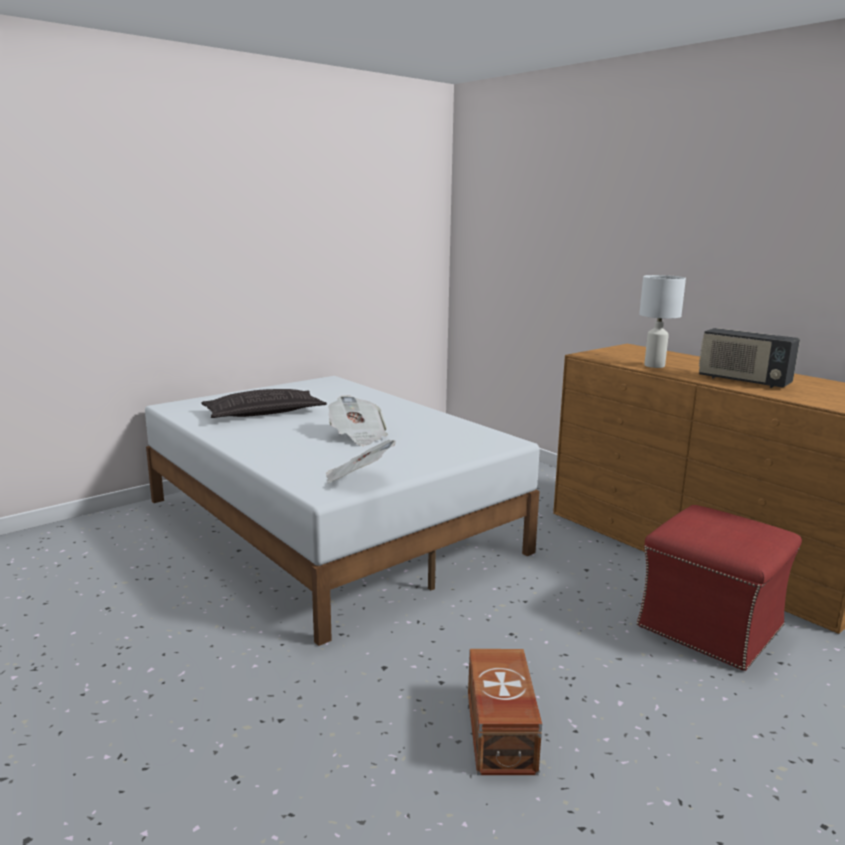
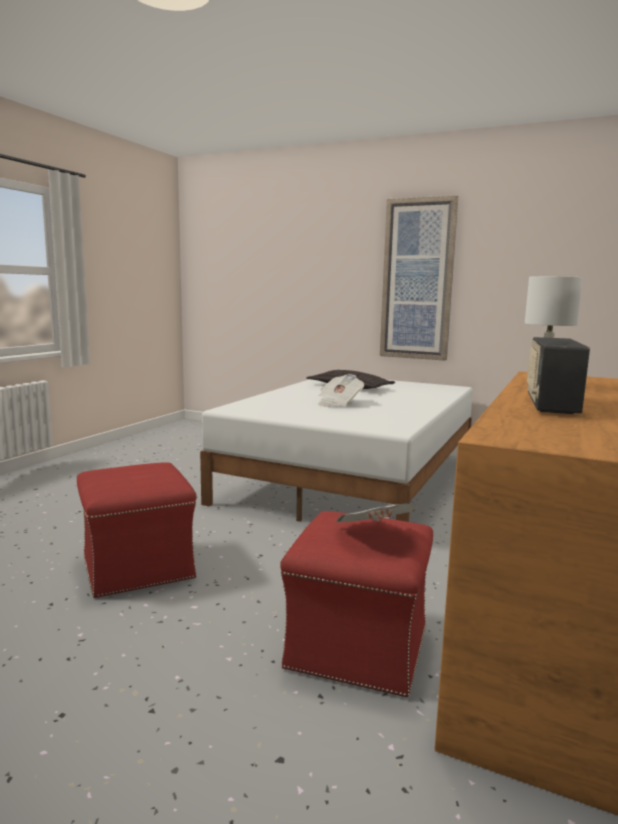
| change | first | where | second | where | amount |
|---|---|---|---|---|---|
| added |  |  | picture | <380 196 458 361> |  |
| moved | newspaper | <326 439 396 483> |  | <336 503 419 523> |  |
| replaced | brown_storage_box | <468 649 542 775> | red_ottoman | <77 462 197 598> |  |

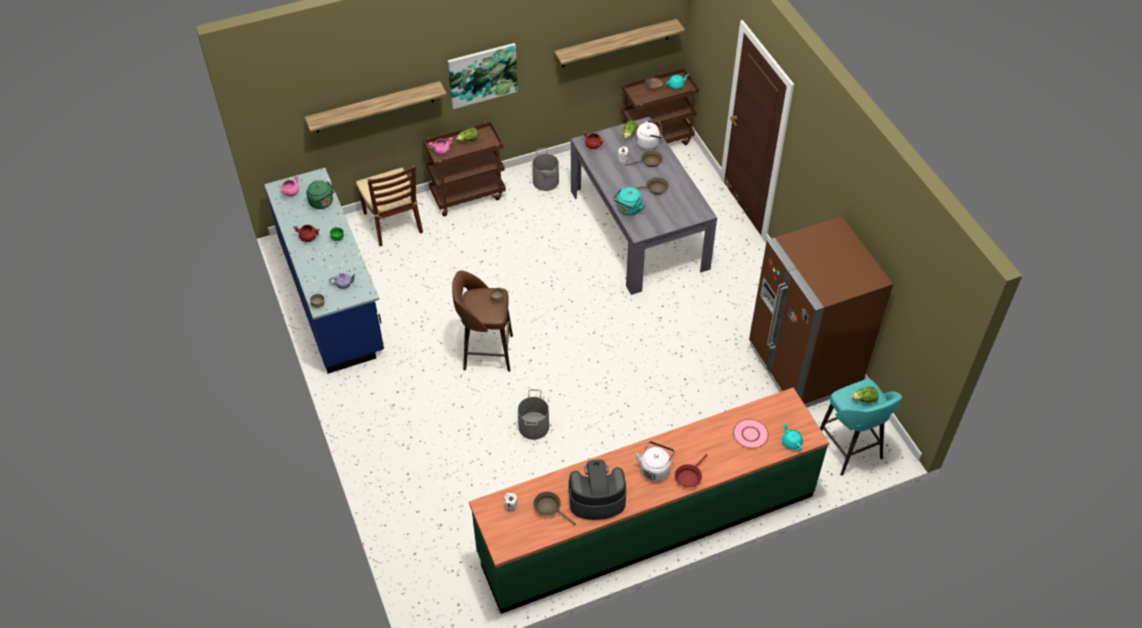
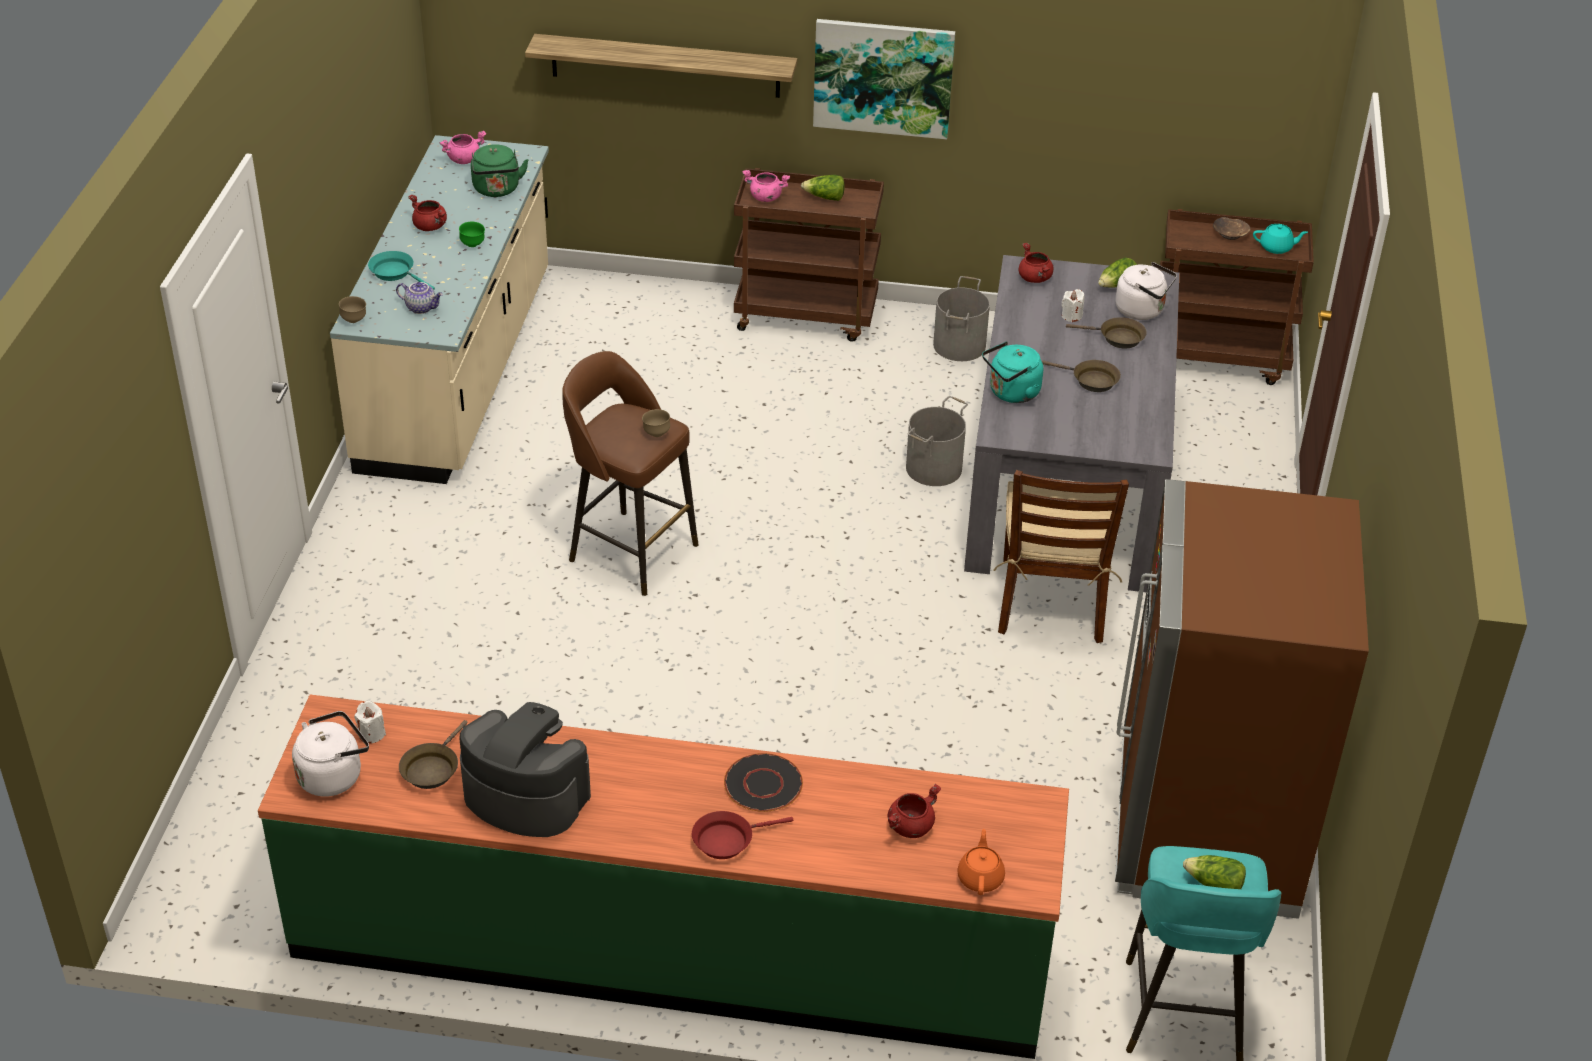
| change | first | where | second | where | amount |
|---|---|---|---|---|---|
| removed | shelf | <554 19 685 67> |  |  |  |
| added |  |  | turquoise_frying_pan | <368 251 435 290> |  |
| added |  |  | black_plate | <724 753 803 812> |  |
| moved | brown_chair | <356 165 423 246> |  | <993 470 1129 643> |  |
| moved | grey_bucket | <518 389 549 440> |  | <906 396 968 486> |  |
| moved | white_kettle | <635 441 675 481> |  | <292 711 369 797> |  |
| replaced | pink_plate | <733 419 769 449> | red_cooking_pot | <888 784 941 838> |  |
| recoloured | blue_counter | <264 168 384 374> | beige_counter | <330 135 549 484> |  |
| recoloured | turquoise_teapot | <782 423 803 451> | orange_teapot | <957 829 1005 895> |  |
| turned | brown_frying_pan | <533 492 576 525> |  | <399 720 467 789> | 135 degrees counterclockwise |

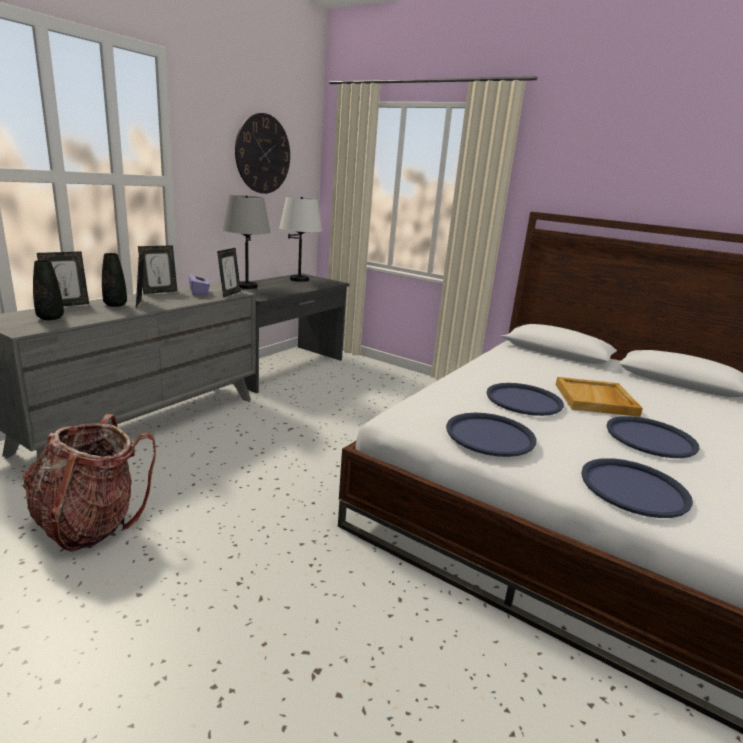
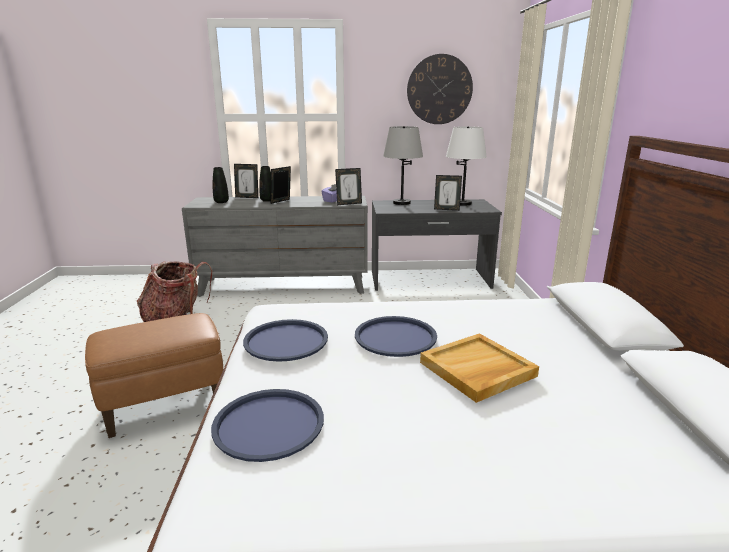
| change | first | where | second | where | amount |
|---|---|---|---|---|---|
| removed | blue_tray | <607 416 700 458> |  |  |  |
| added |  |  | brown_ottoman | <85 313 224 438> |  |
| moved | picture_frame | <138 245 177 294> |  | <434 175 462 211> |  |

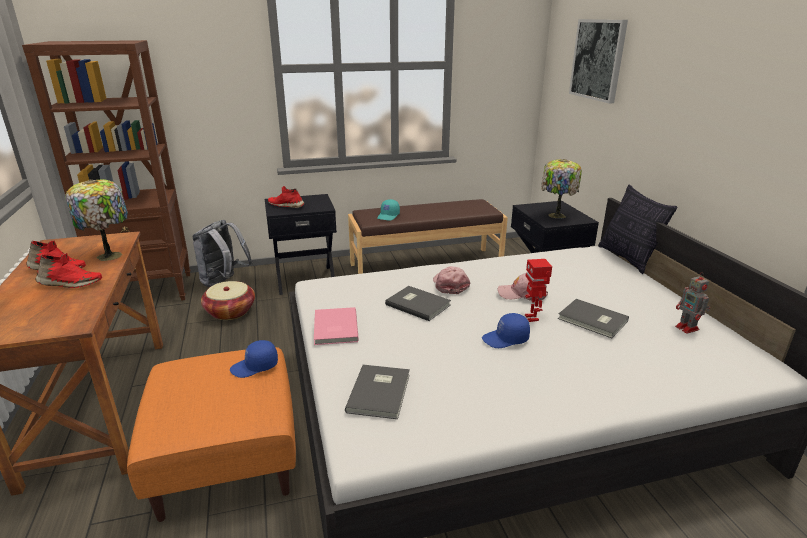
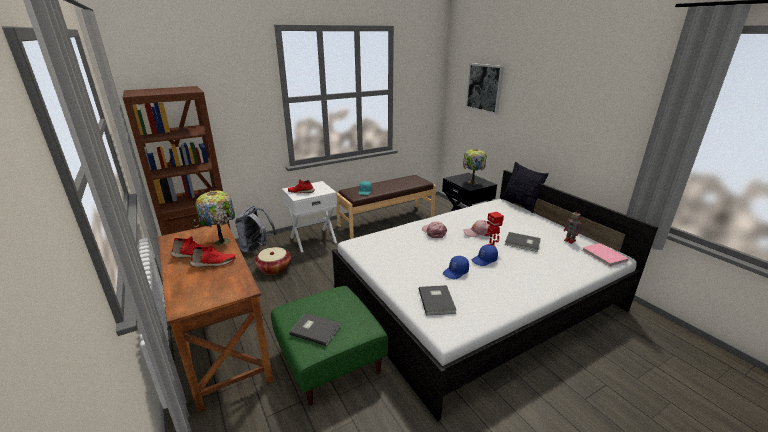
| change | first | where | second | where | amount |
|---|---|---|---|---|---|
| moved | blue_cap | <230 340 278 378> |  | <443 256 469 280> |  |
| moved | pink_book | <314 307 359 345> |  | <582 243 629 267> |  |
| moved | grey_book | <385 286 451 321> |  | <289 313 341 346> |  |
| recoloured | orange_ottoman | <127 347 296 522> | green_ottoman | <271 286 388 406> |  |
| recoloured | black_nightstand | <265 194 337 295> | white_nightstand | <282 181 337 253> |  |

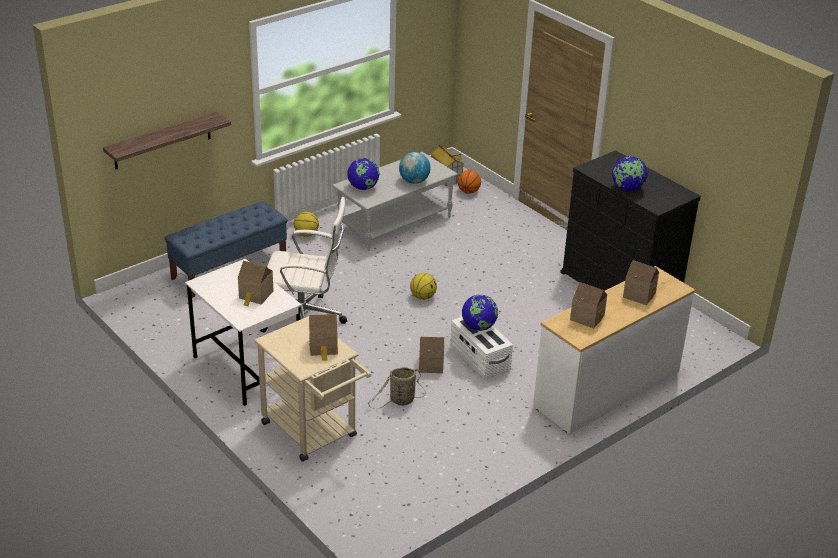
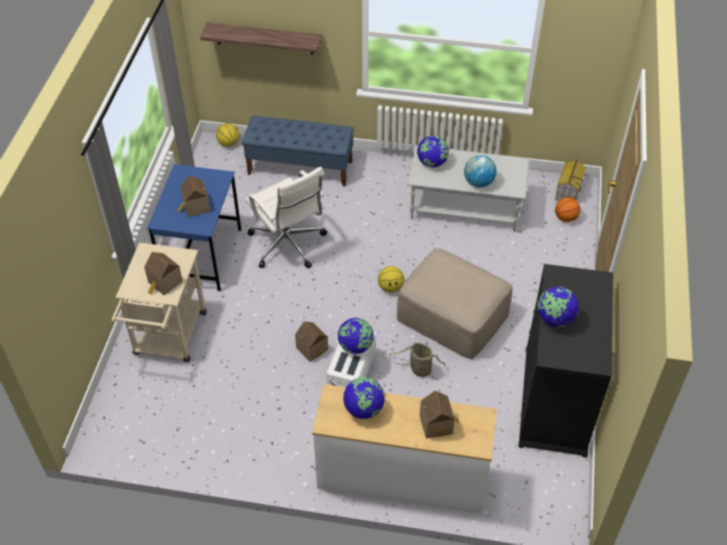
| change | first | where | second | where | amount |
|---|---|---|---|---|---|
| added |  |  | beige_ottoman | <397 248 512 359> |  |
| moved | basketball | <294 212 319 237> |  | <216 123 239 147> |  |
| moved | basket | <367 367 426 409> |  | <389 342 445 379> |  |
| replaced | toy_house | <570 282 607 328> | globe | <343 377 385 419> |  |
| recoloured | white_desk | <185 259 302 406> | blue_desk | <147 164 241 291> |  |

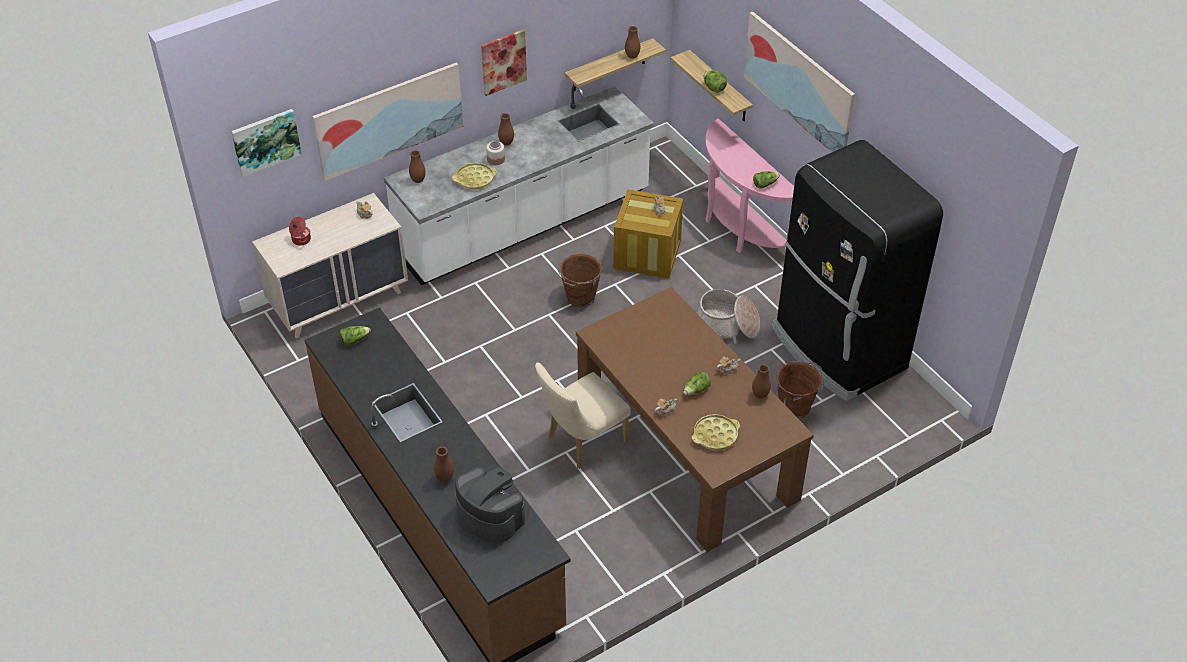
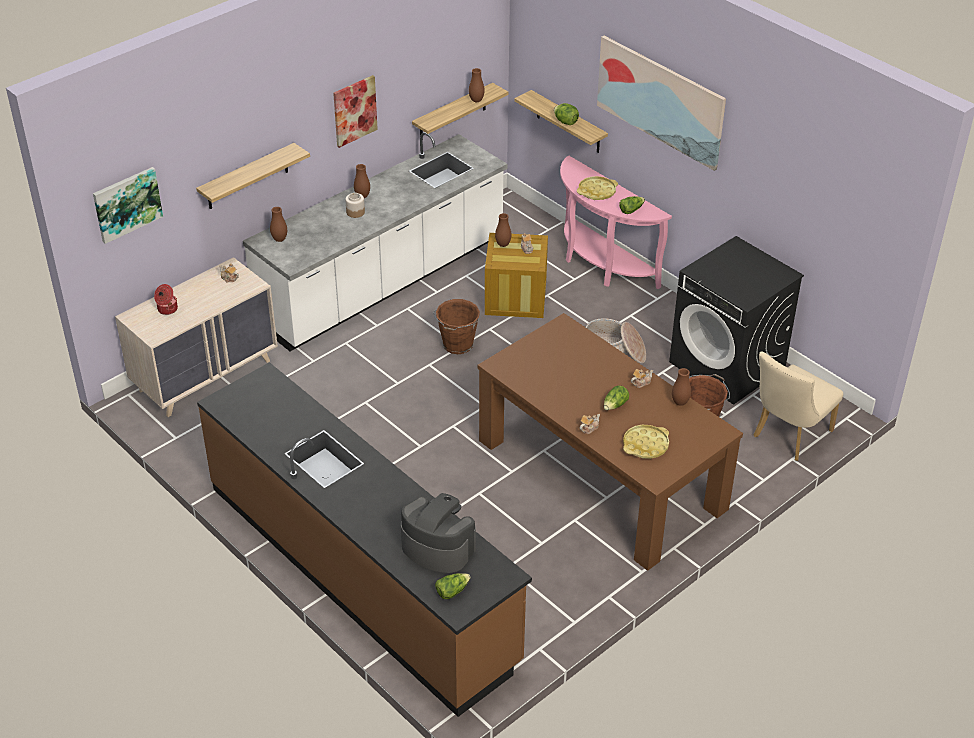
| change | first | where | second | where | amount |
|---|---|---|---|---|---|
| moved | lettuce | <340 326 371 346> |  | <435 573 471 599> |  |
| moved | brown_vase | <434 447 454 482> |  | <495 213 511 247> |  |
| moved | yellow_tray | <452 163 497 189> |  | <577 176 618 200> |  |
| moved | beige_chair | <535 363 631 469> |  | <753 352 843 461> |  |
| replaced | picture | <313 62 463 181> | shelf | <196 143 310 209> |  |
| replaced | black_fridge | <772 140 943 401> | black_washing_machine | <669 236 804 405> |  |

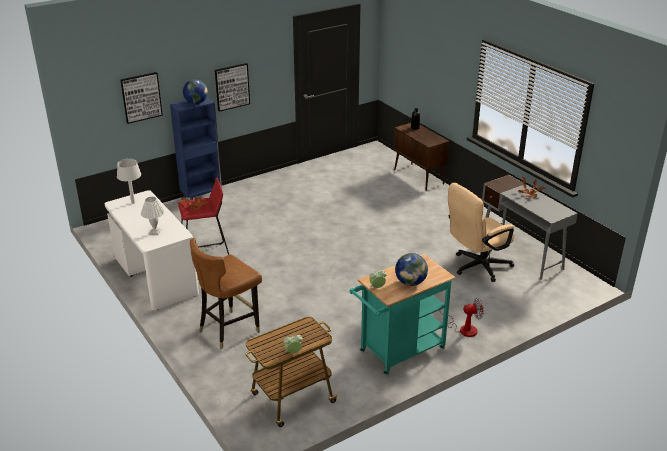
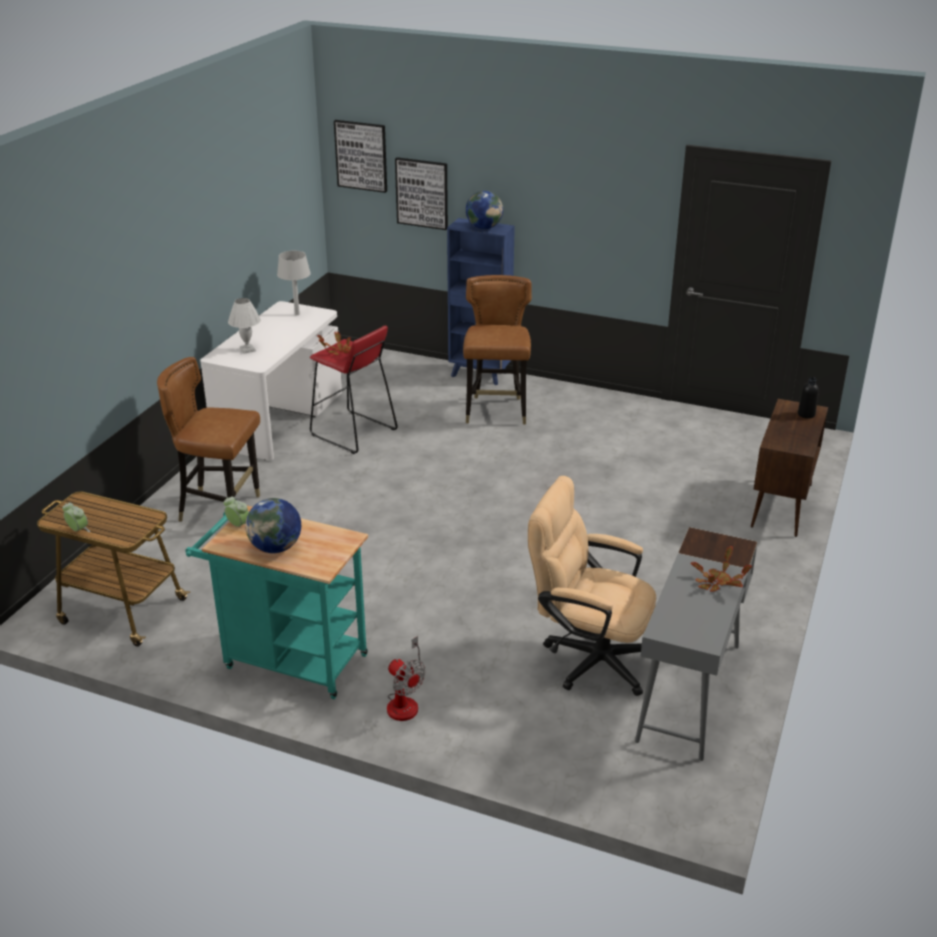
| change | first | where | second | where | amount |
|---|---|---|---|---|---|
| added |  |  | brown_chair | <463 275 532 425> |  |
| moved | picture | <215 63 250 112> |  | <334 120 387 193> |  |

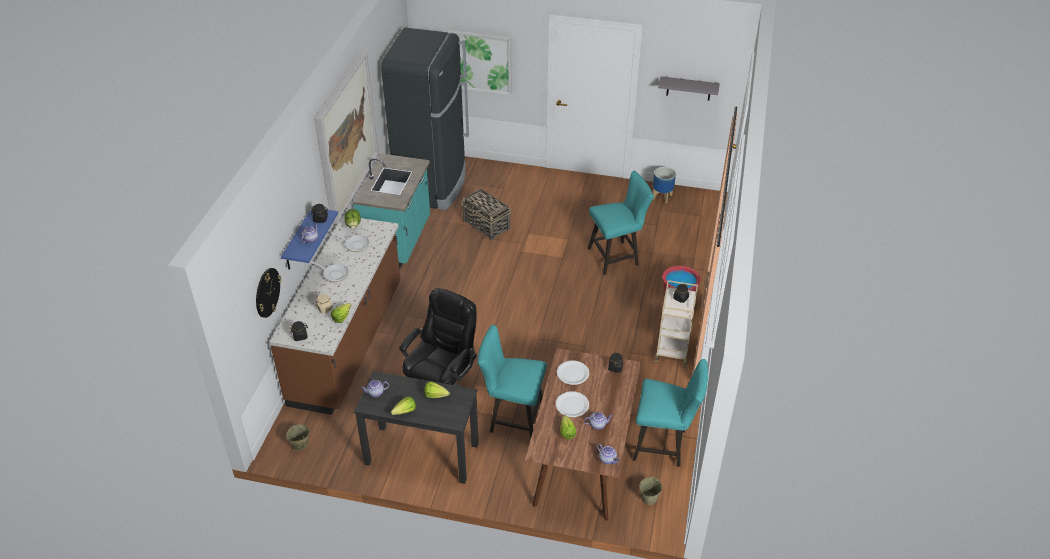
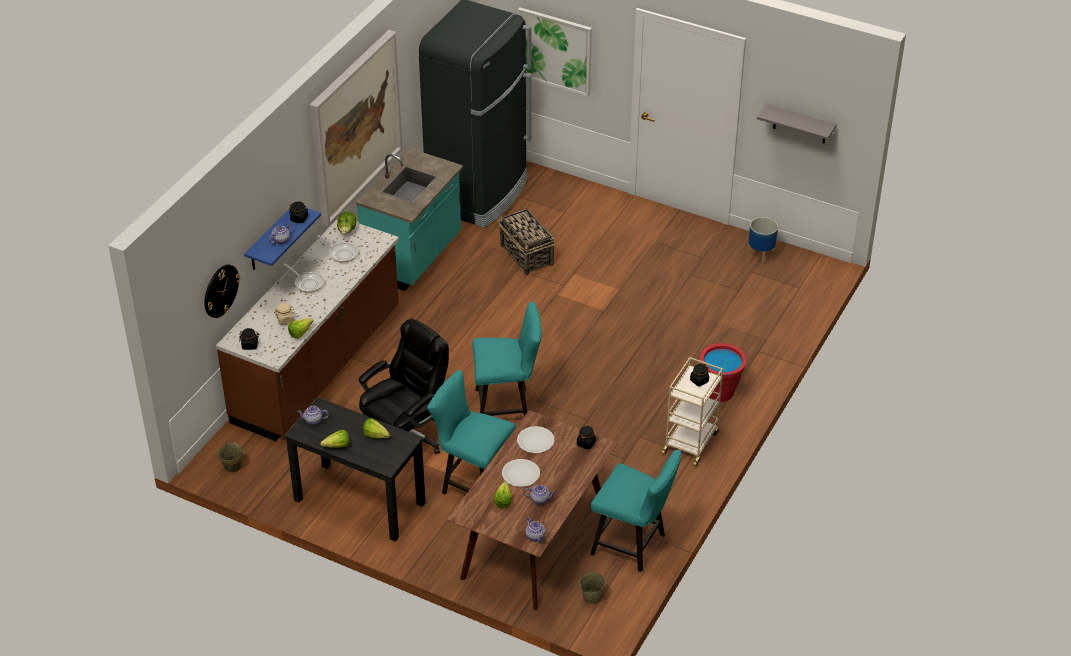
| change | first | where | second | where | amount |
|---|---|---|---|---|---|
| moved | turquoise_chair | <588 171 654 275> |  | <472 302 542 416> |  |

